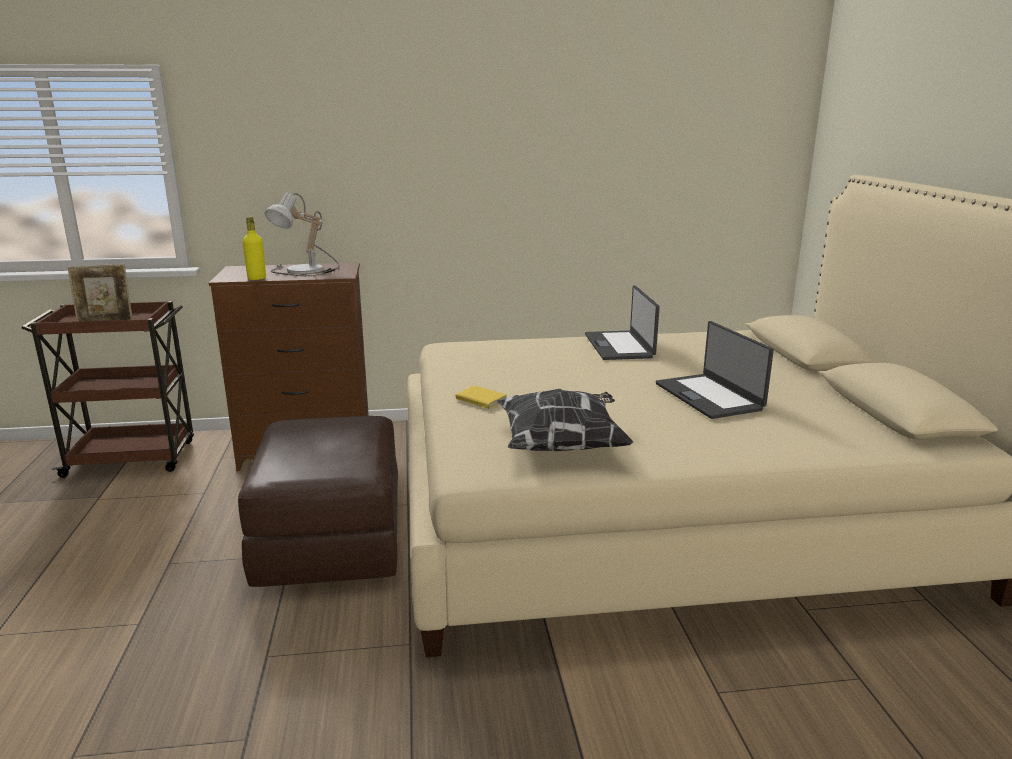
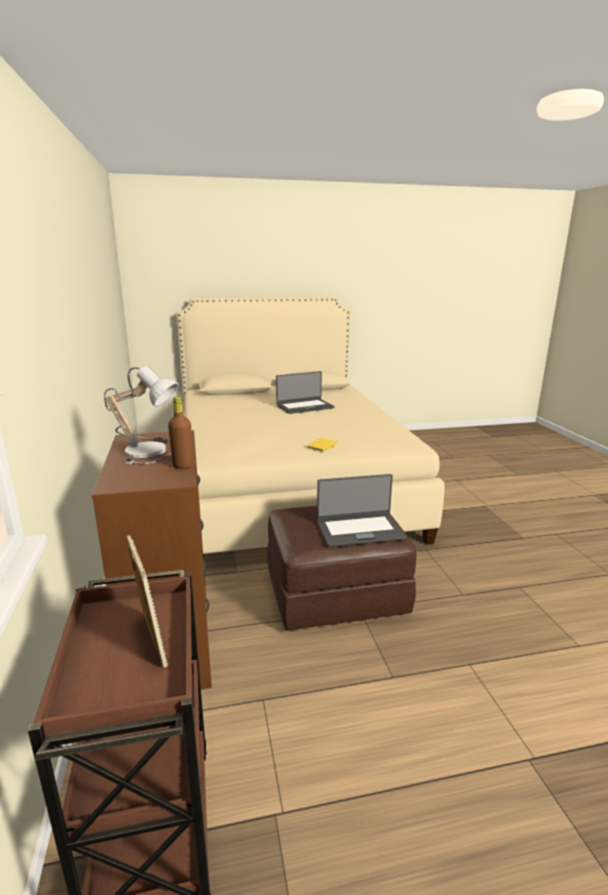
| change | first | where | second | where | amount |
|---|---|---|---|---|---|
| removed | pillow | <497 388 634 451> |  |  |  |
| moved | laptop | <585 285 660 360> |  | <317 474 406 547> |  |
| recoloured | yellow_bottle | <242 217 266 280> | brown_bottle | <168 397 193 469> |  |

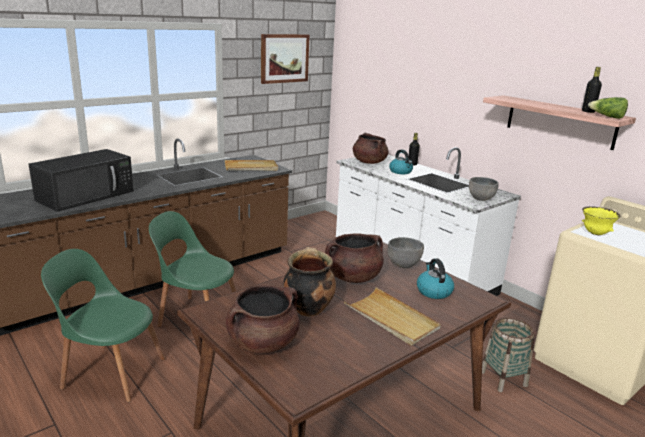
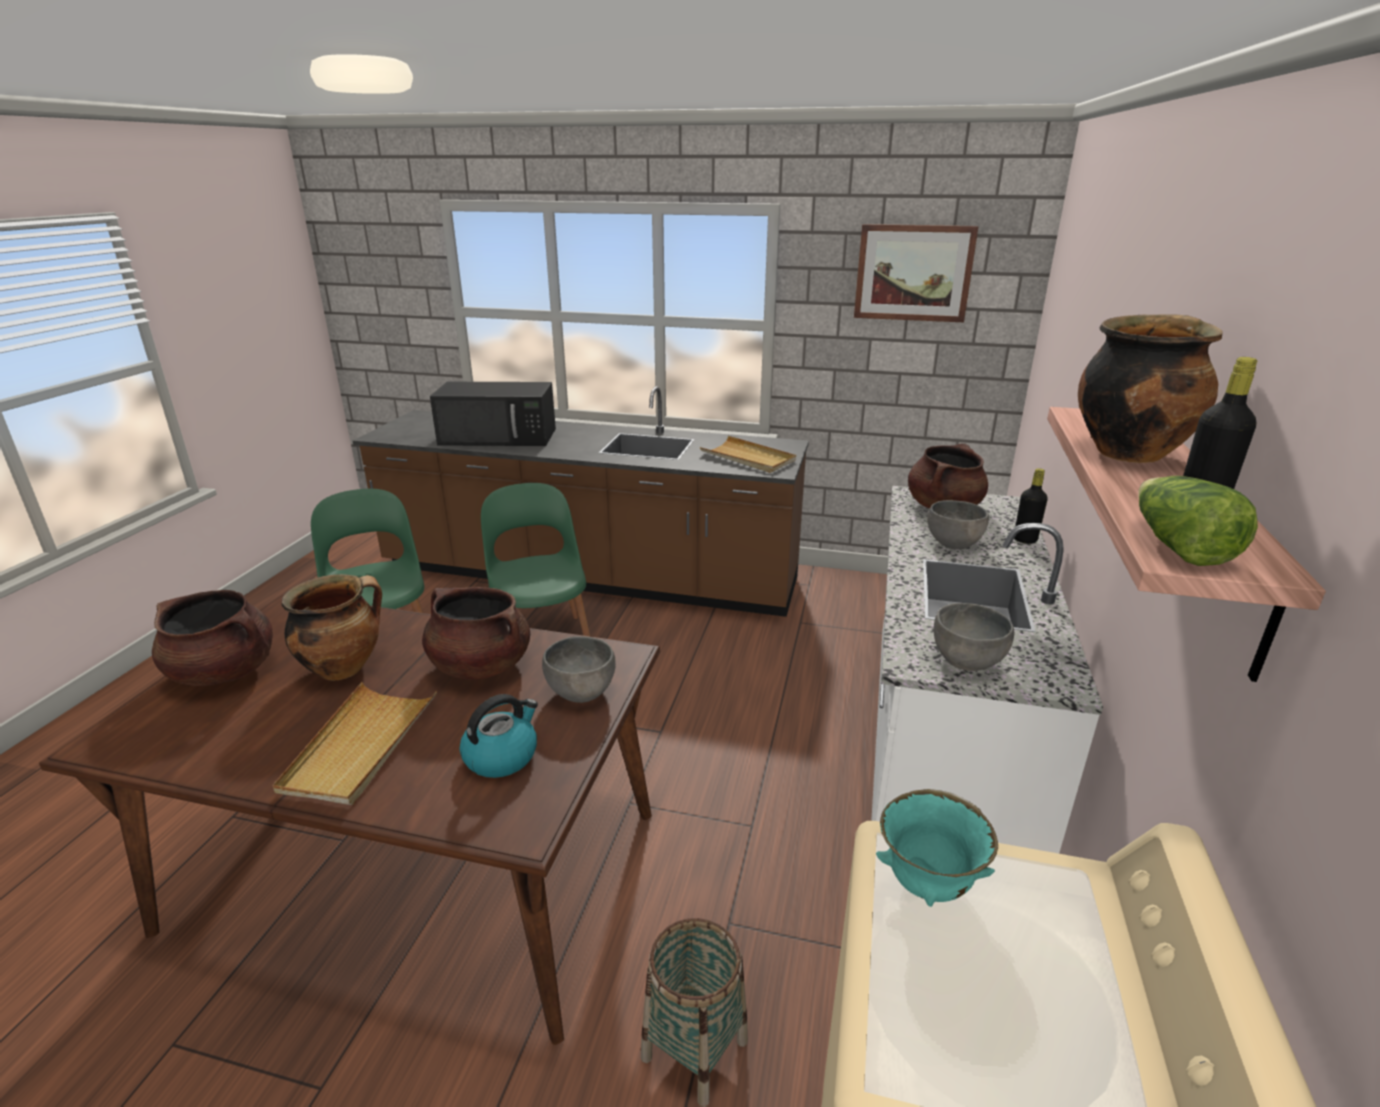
| change | first | where | second | where | amount |
|---|---|---|---|---|---|
| added |  |  | cooking_pot | <1078 314 1223 463> |  |
| replaced | kettle | <389 150 413 174> | grey_bowl | <927 500 989 549> |  |
| recoloured | yellow_bowl | <582 206 620 235> | turquoise_bowl | <876 789 998 907> |  |

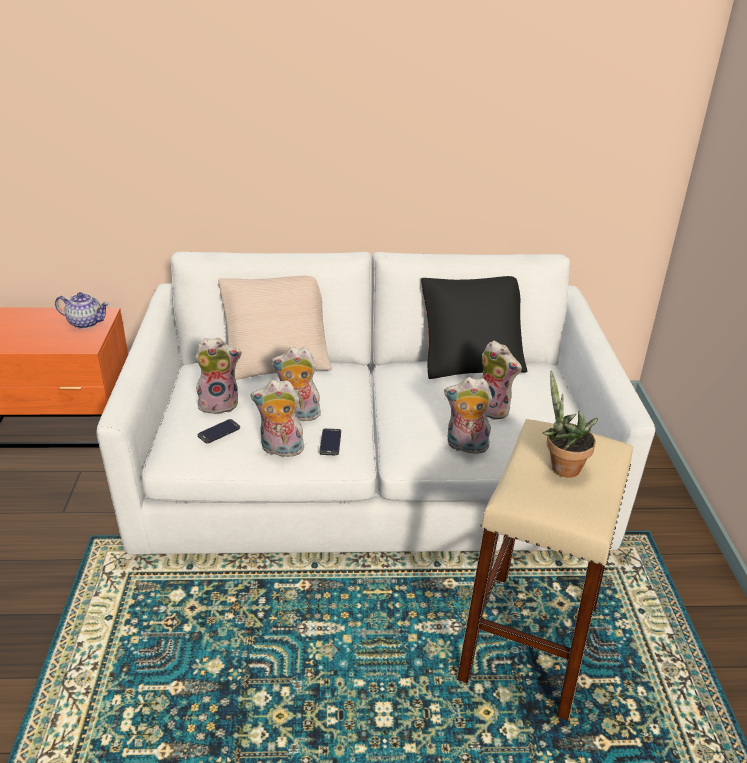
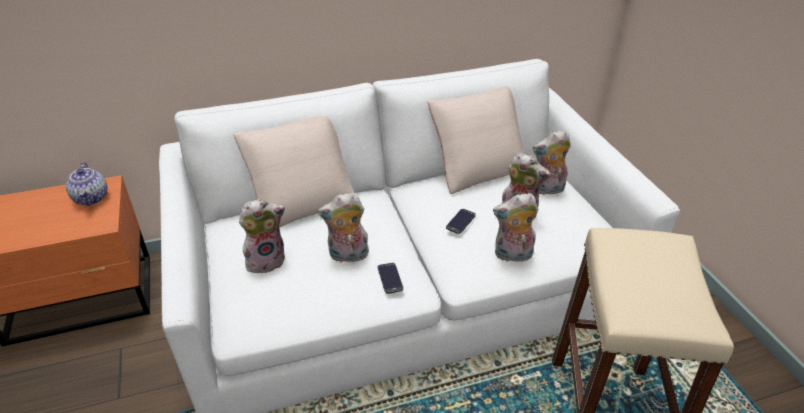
| change | first | where | second | where | amount |
|---|---|---|---|---|---|
| removed | potted_plant | <542 370 598 477> |  |  |  |
| moved | phone | <198 419 240 444> |  | <446 209 476 234> |  |
| moved | plush_toy | <251 380 306 457> |  | <533 130 571 195> |  |
| recoloured | black_pillow | <421 276 528 379> | beige_pillow | <428 86 525 194> |  |
| turned | teapot | <55 292 109 329> |  | <66 162 108 206> | 75 degrees clockwise |

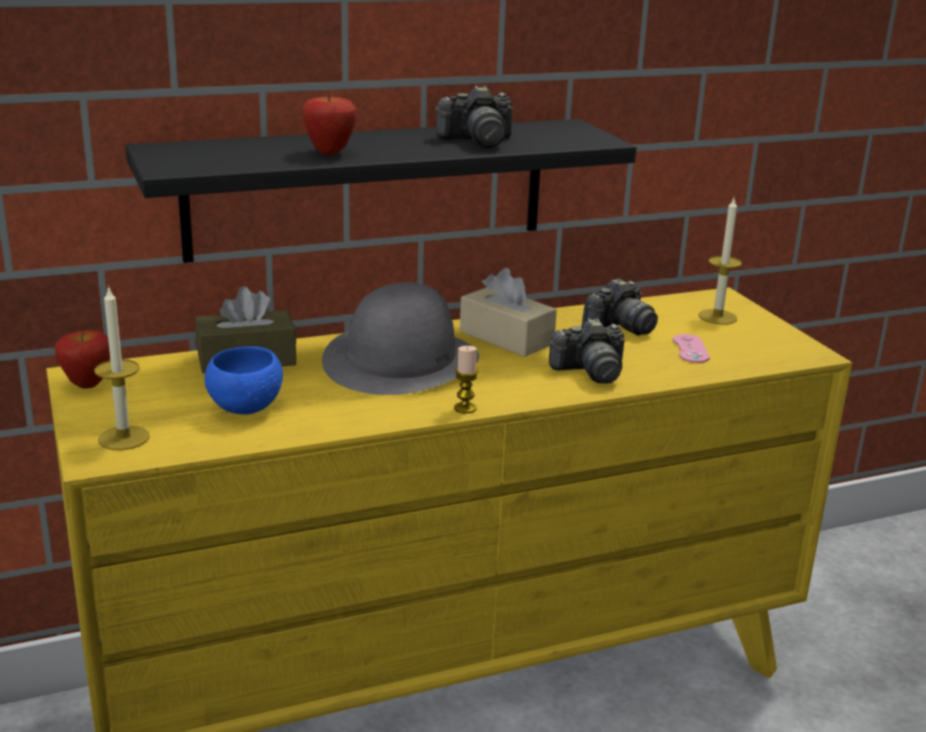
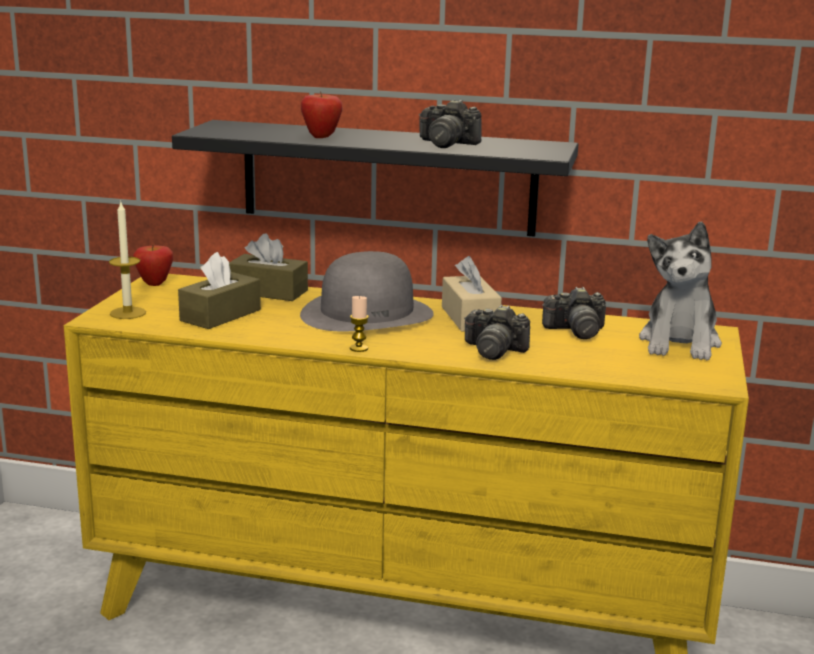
| change | first | where | second | where | amount |
|---|---|---|---|---|---|
| removed | pink_game_controller | <673 334 710 363> |  |  |  |
| replaced | blue_bowl | <205 346 283 415> | brown_tissue_box | <178 252 261 329> |  |
| replaced | candle | <698 198 742 325> | plush_toy | <639 221 722 360> |  |

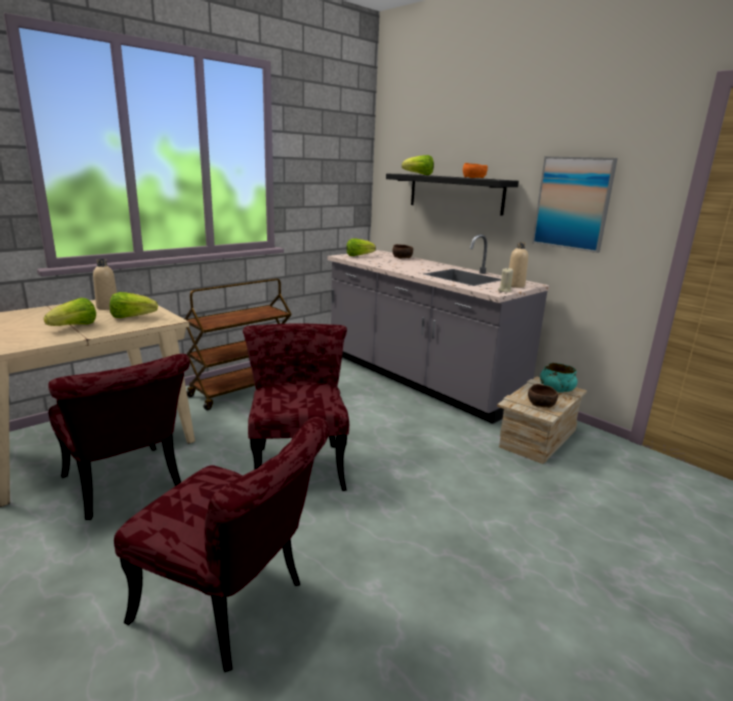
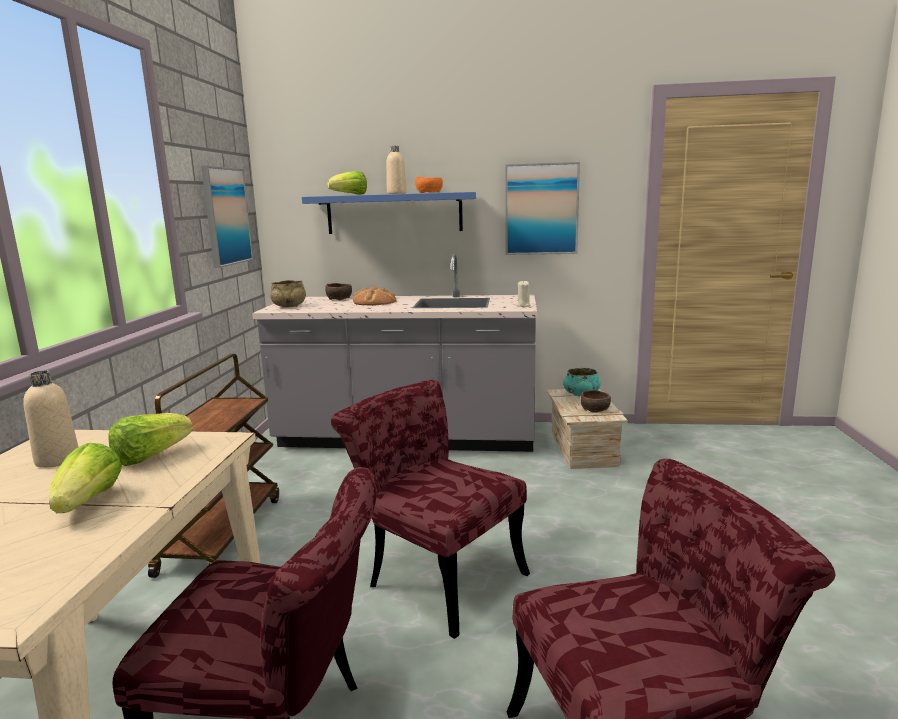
| change | first | where | second | where | amount |
|---|---|---|---|---|---|
| added |  |  | picture | <201 166 253 268> |  |
| added |  |  | bread | <353 287 396 306> |  |
| moved | beige_bottle | <509 242 528 288> |  | <387 146 407 194> |  |
| replaced | lettuce | <346 238 376 256> | beige_bowl | <270 280 306 308> |  |
| recoloured | black_shelf | <386 174 519 216> | blue_shelf | <302 192 476 234> |  |

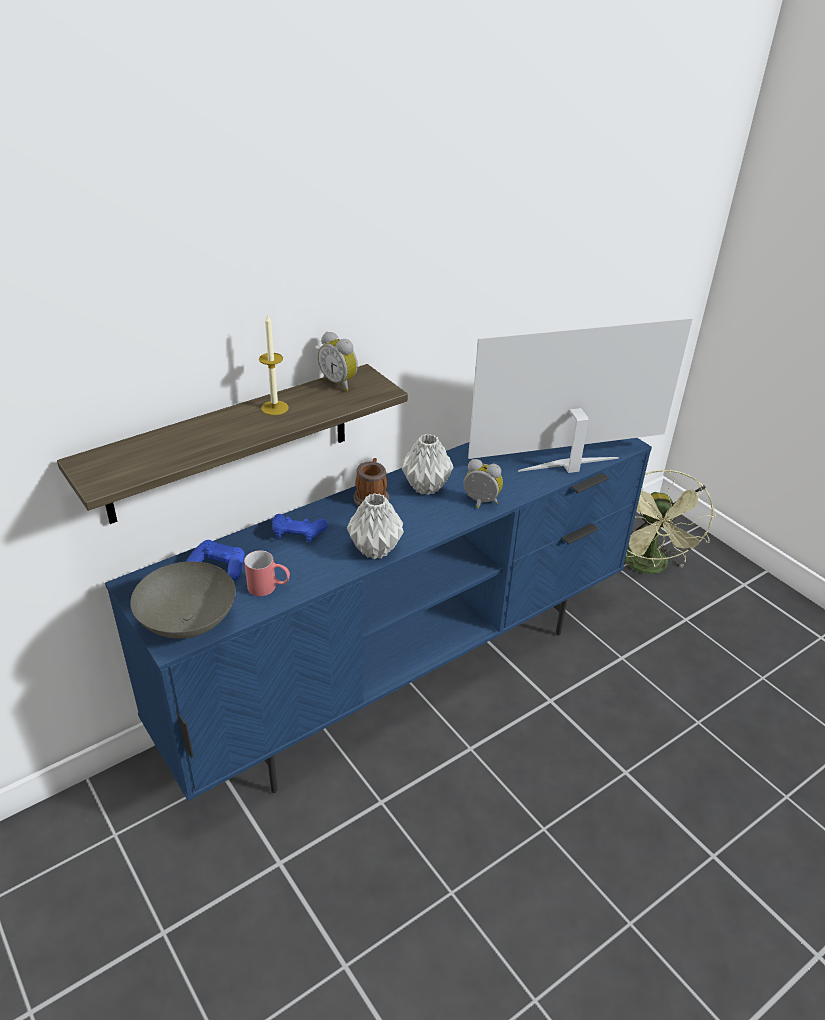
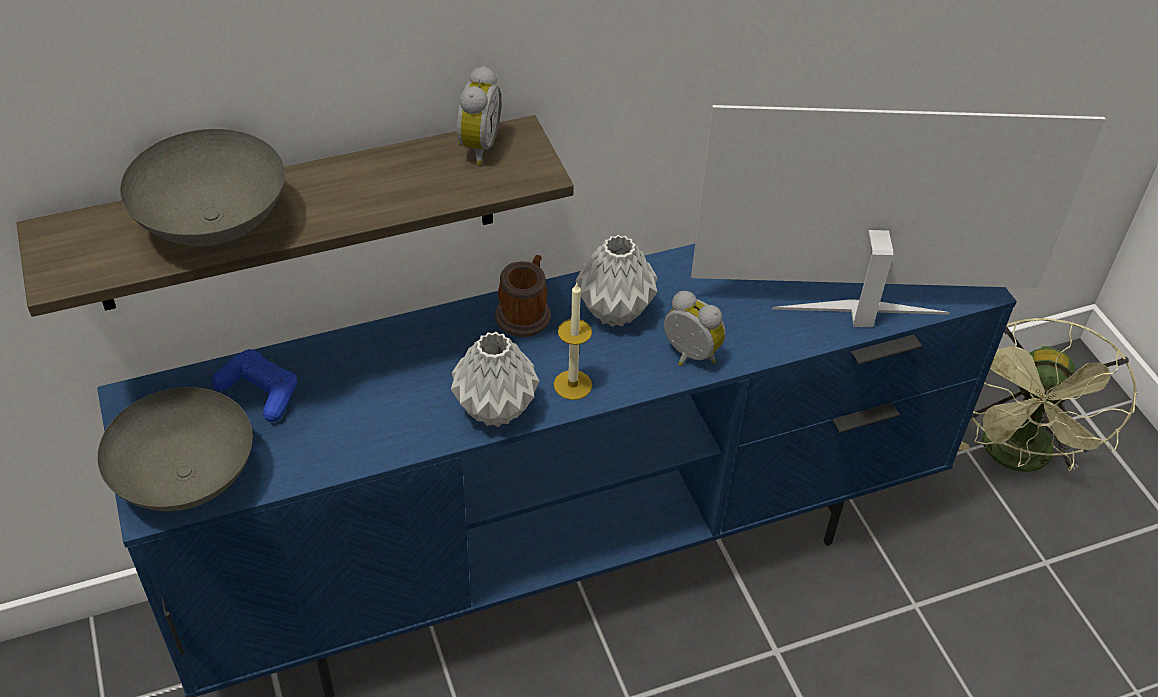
| change | first | where | second | where | amount |
|---|---|---|---|---|---|
| removed | red_mug | <244 550 290 596> |  |  |  |
| removed | blue_game_controller | <272 514 328 542> |  |  |  |
| added |  |  | grey_bowl | <120 129 285 246> |  |
| moved | candle | <259 313 289 415> |  | <554 282 592 400> |  |
| turned | alarm_clock | <318 331 358 391> |  | <457 65 501 165> | 135 degrees counterclockwise |

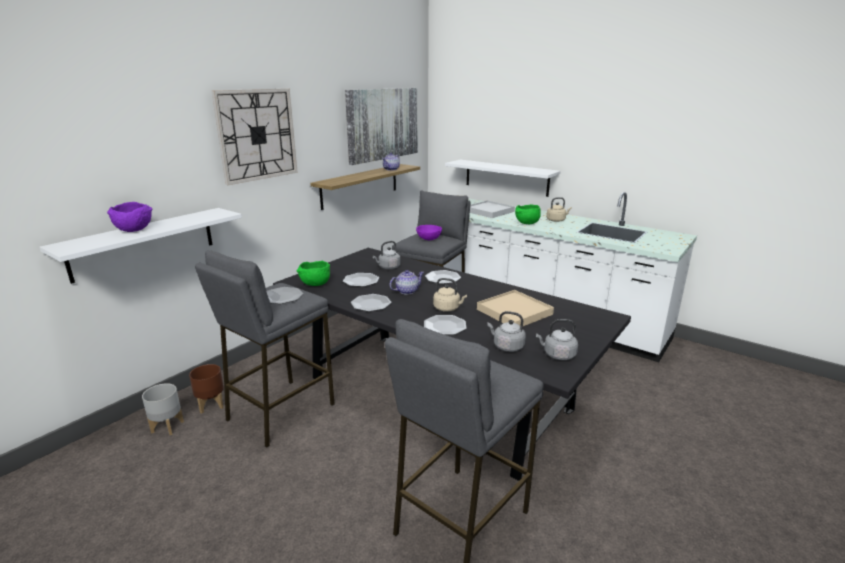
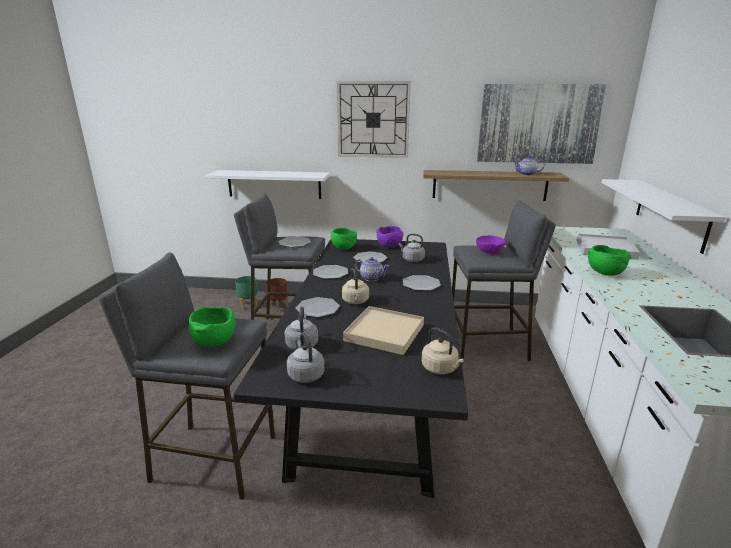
| change | first | where | second | where | amount |
|---|---|---|---|---|---|
| added |  |  | green_bowl | <189 307 236 347> |  |
| moved | purple_bowl | <107 202 152 232> |  | <376 226 404 248> |  |
| moved | beige_kettle | <546 197 572 222> |  | <422 327 464 374> |  |
| recoloured | grey_planter | <142 383 184 435> | green_planter | <235 276 258 309> |  |

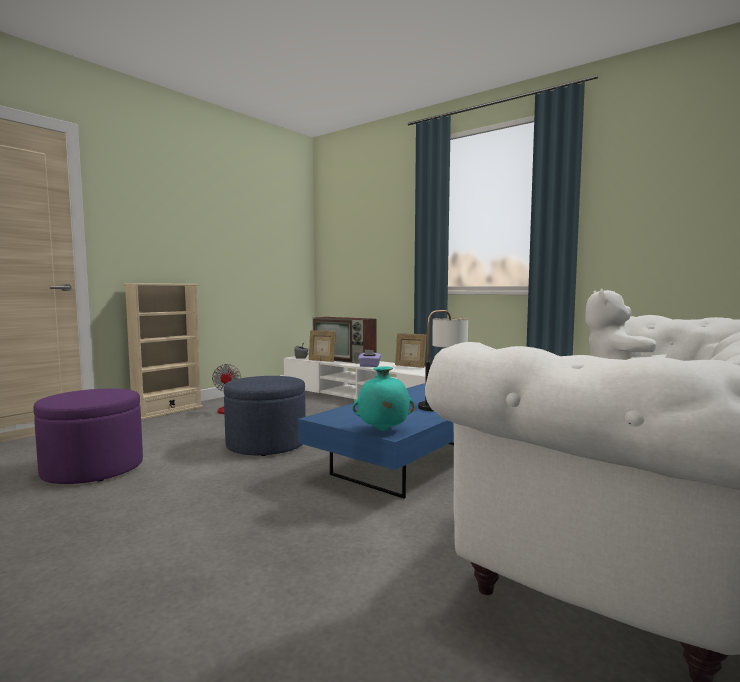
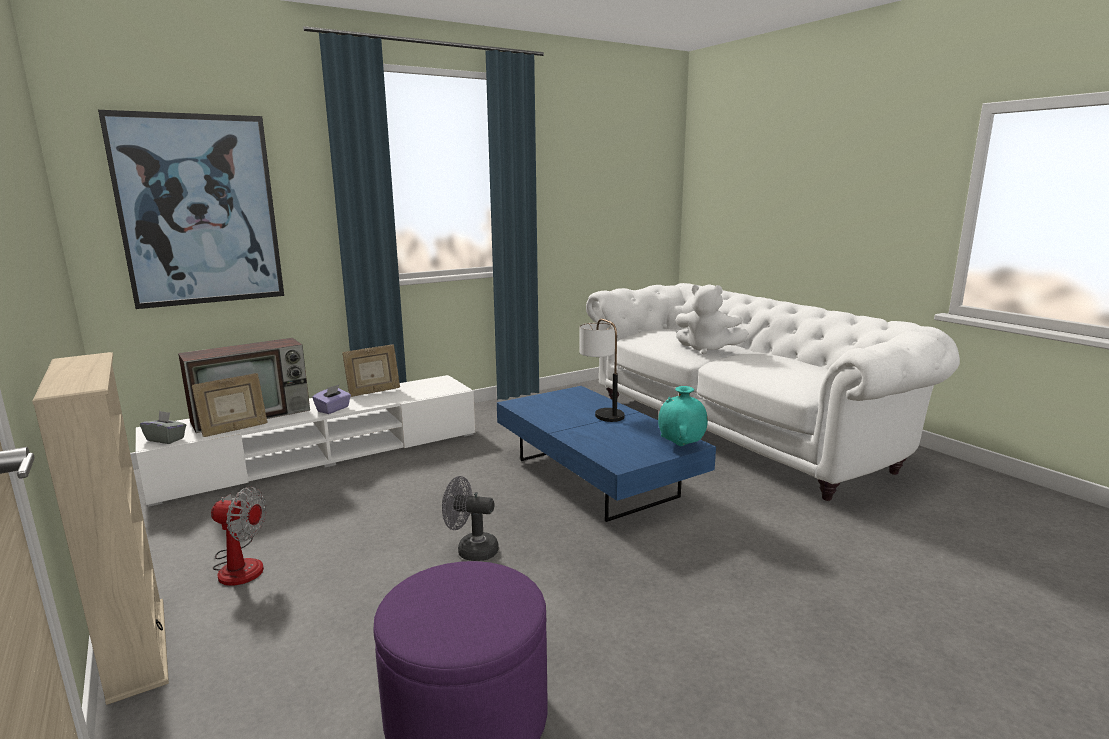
| change | first | where | second | where | amount |
|---|---|---|---|---|---|
| added |  |  | picture | <98 110 284 309> |  |
| replaced | blue_ottoman | <224 376 306 456> | grey_fan | <442 476 499 561> |  |

